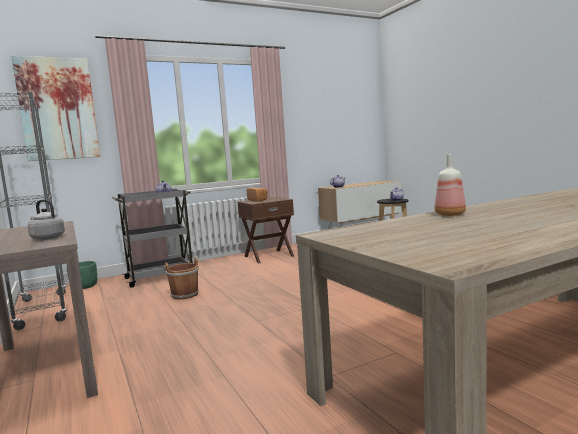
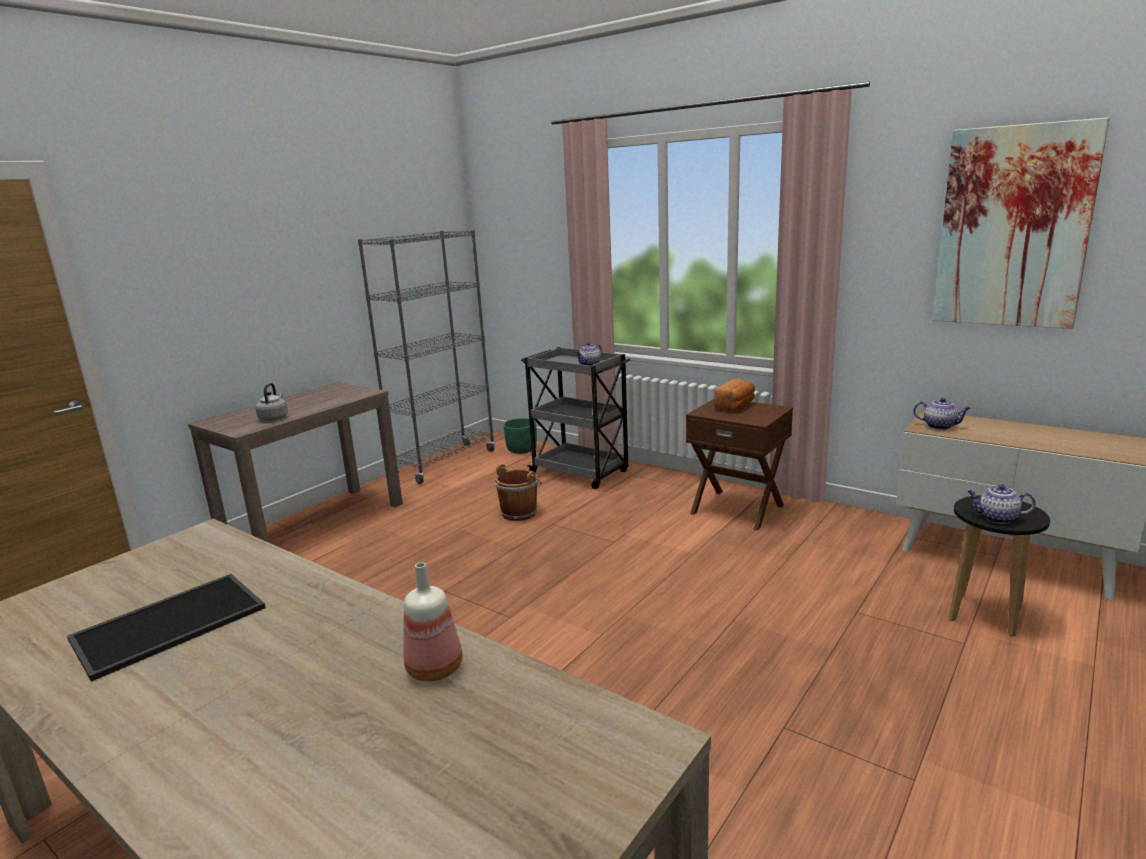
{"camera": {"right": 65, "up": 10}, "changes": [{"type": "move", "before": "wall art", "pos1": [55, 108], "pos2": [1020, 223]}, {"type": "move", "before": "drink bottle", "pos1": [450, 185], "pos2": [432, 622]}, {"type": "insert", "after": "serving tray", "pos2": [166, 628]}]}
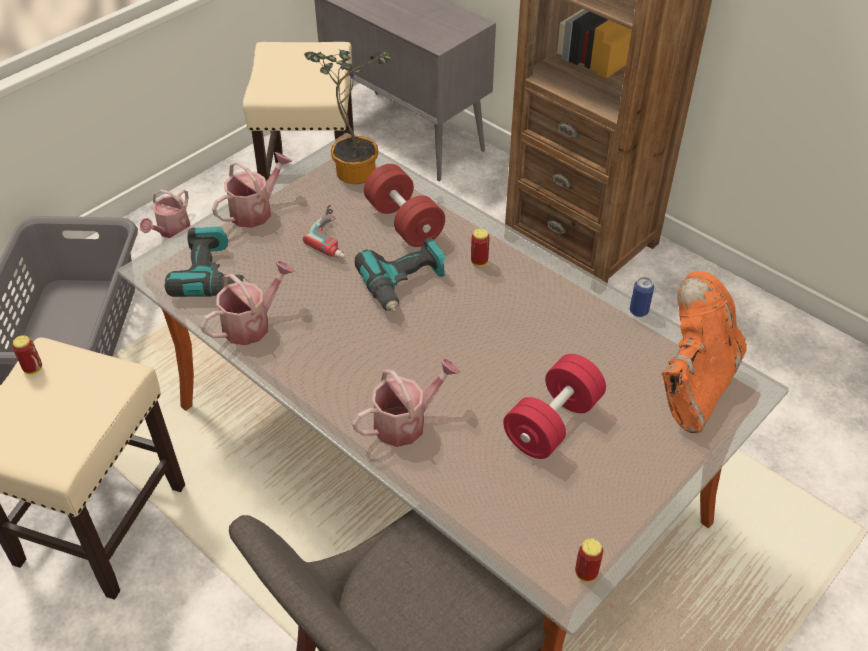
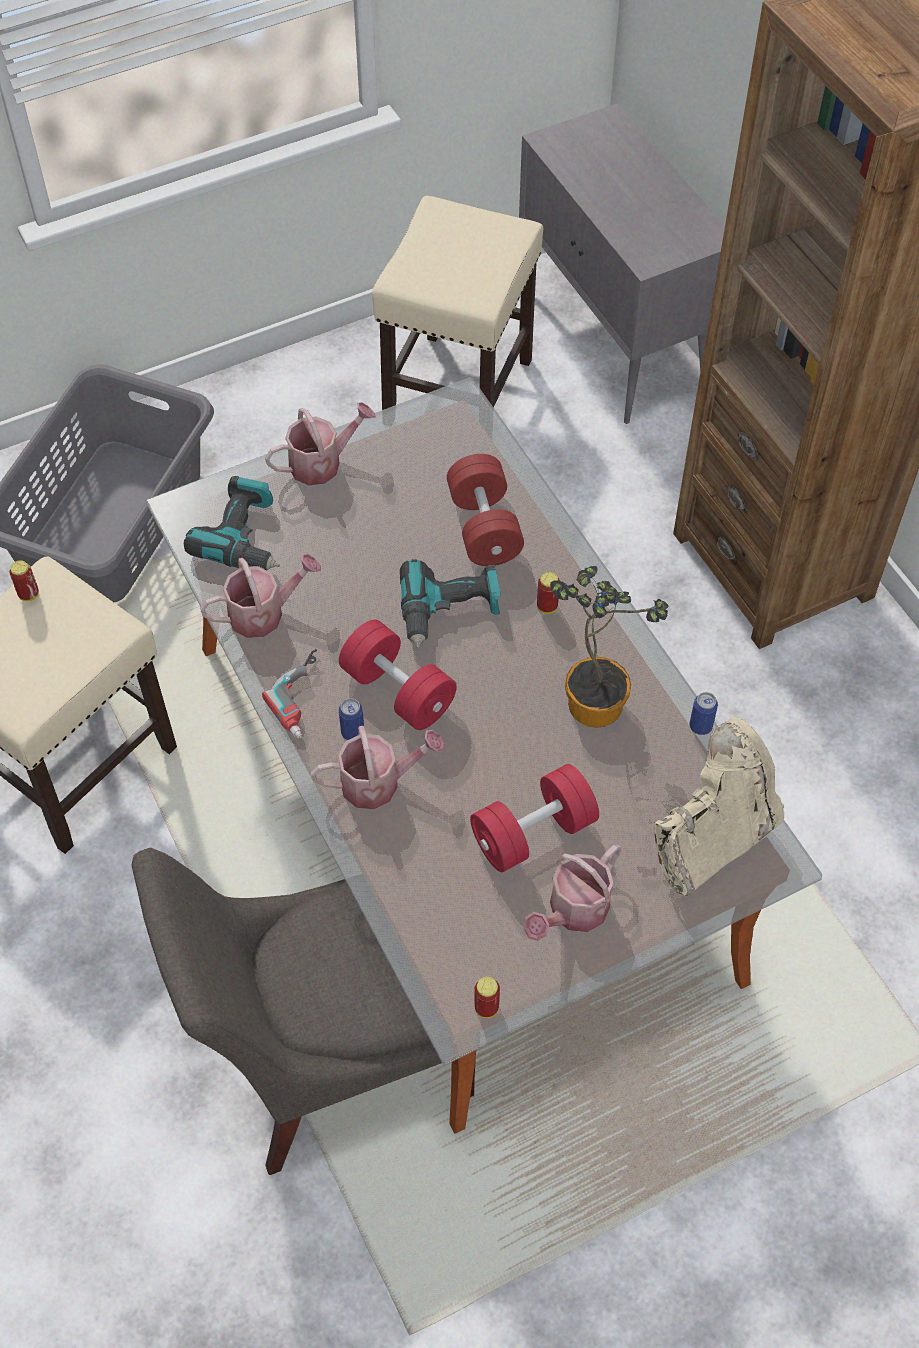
{"camera": {"right": 20, "up": 10}, "changes": [{"type": "move", "before": "sprinkling can", "pos1": [165, 213], "pos2": [572, 893]}, {"type": "move", "before": "power drill", "pos1": [324, 232], "pos2": [289, 694]}, {"type": "move", "before": "potted plant", "pos1": [348, 117], "pos2": [609, 647]}, {"type": "recolor", "before": "orange-coloured tall boot", "after": "beige-coloured tall boot", "pos1": [704, 352], "pos2": [718, 807]}, {"type": "insert", "after": "red hand weight", "pos2": [398, 674]}, {"type": "insert", "after": "sealed can", "pos2": [351, 719]}]}
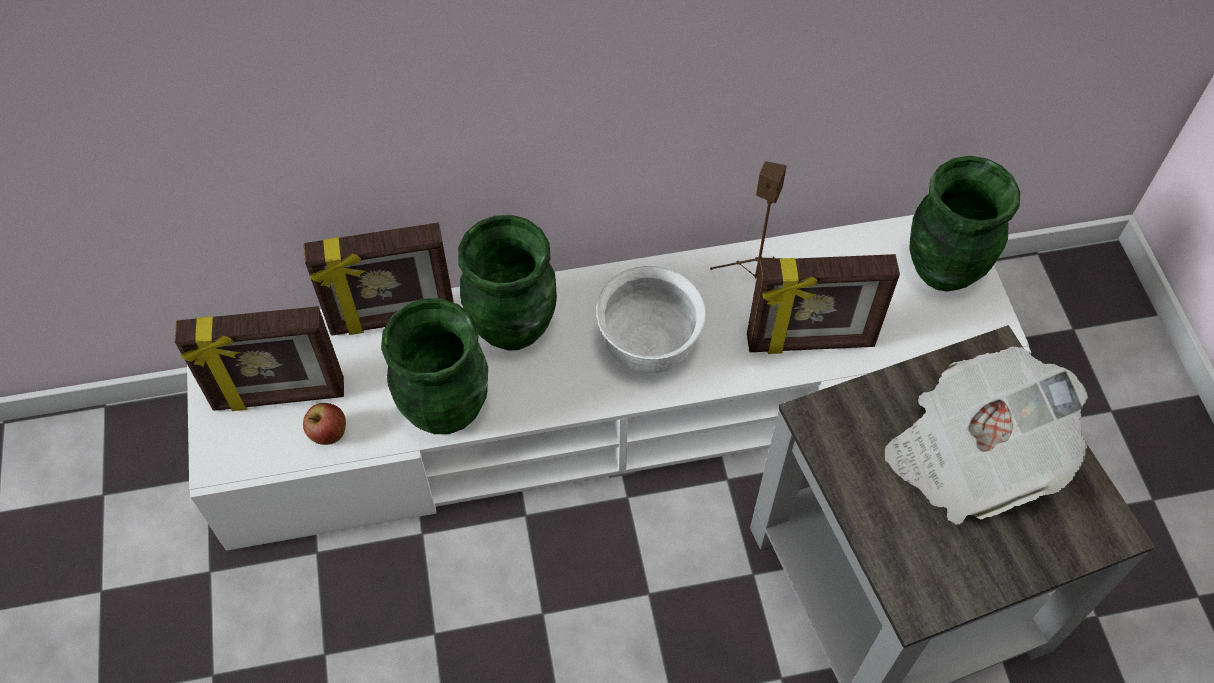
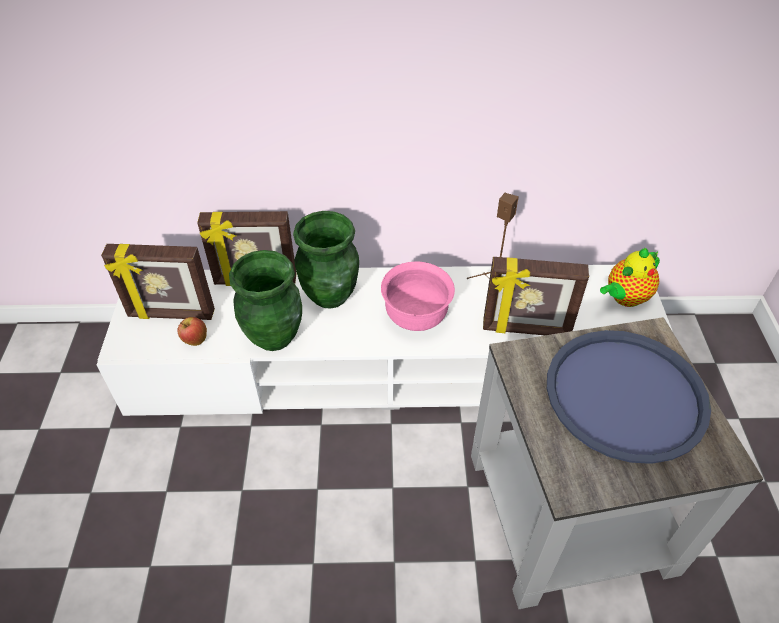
{"camera": {"right": 10, "up": -10}, "changes": [{"type": "recolor", "before": "white-coloured serving bowl", "after": "pink serving bowl", "pos1": [651, 319], "pos2": [418, 296]}, {"type": "replace", "before": "printed paper", "after": "blue-coloured serving tray", "pos1": [986, 436], "pos2": [629, 397]}, {"type": "replace", "before": "greenish vase", "after": "pot for tea", "pos1": [964, 224], "pos2": [630, 277]}]}
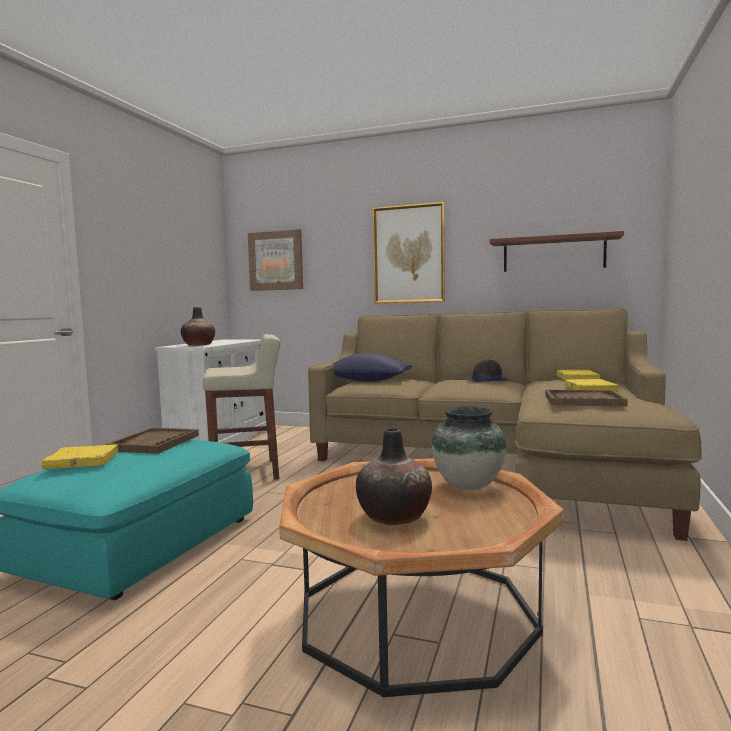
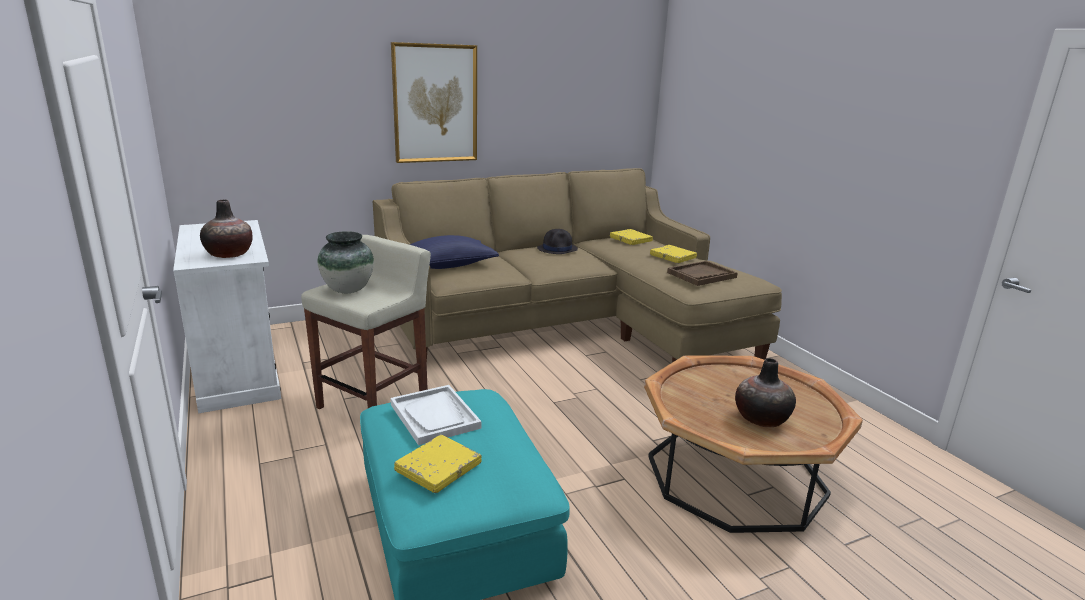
{"camera": {"right": -45, "up": 15}, "changes": [{"type": "recolor", "before": "brown-coloured serving tray", "after": "white-coloured serving tray", "pos1": [153, 441], "pos2": [435, 415]}, {"type": "delete", "before": "wall art", "pos1": [275, 260]}, {"type": "move", "before": "vase", "pos1": [469, 448], "pos2": [346, 262]}, {"type": "delete", "before": "bracket shelf", "pos1": [557, 251]}]}
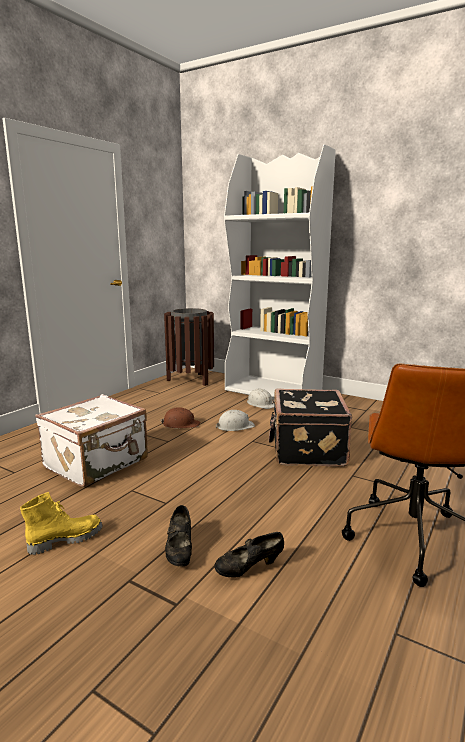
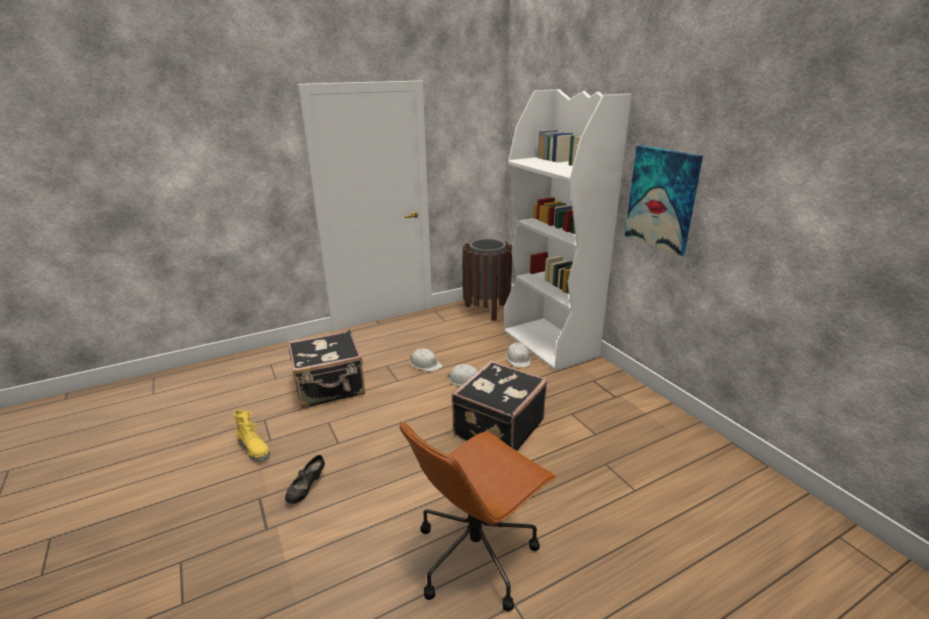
{"camera": {"right": 30, "up": 10}, "changes": [{"type": "rotate", "before": "yellowish tall boot", "pos1": [61, 523], "pos2": [252, 436], "turn": 45}, {"type": "recolor", "before": "white-coloured suitcase", "after": "black-coloured suitcase", "pos1": [91, 440], "pos2": [326, 369]}, {"type": "recolor", "before": "brown-coloured hard hat", "after": "white-coloured hard hat", "pos1": [180, 417], "pos2": [426, 360]}, {"type": "delete", "before": "black-coloured shoe", "pos1": [249, 555]}, {"type": "insert", "after": "wall art", "pos2": [664, 200]}]}
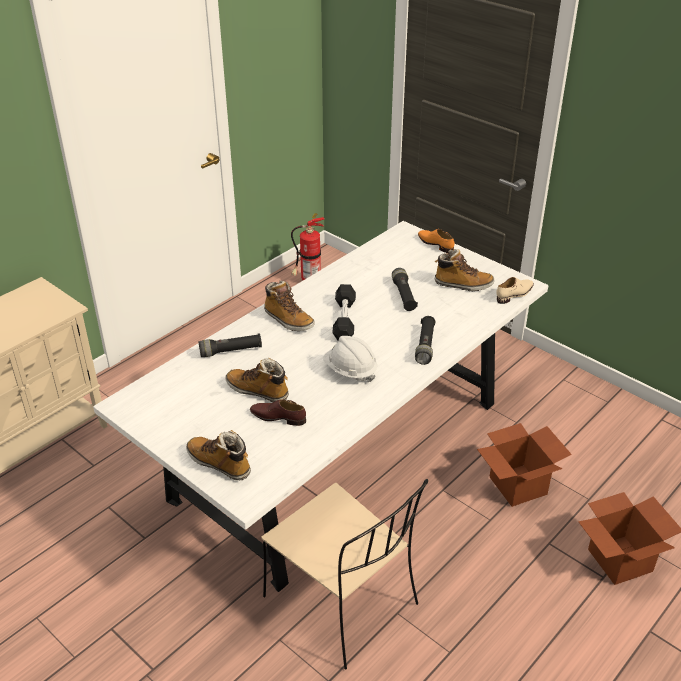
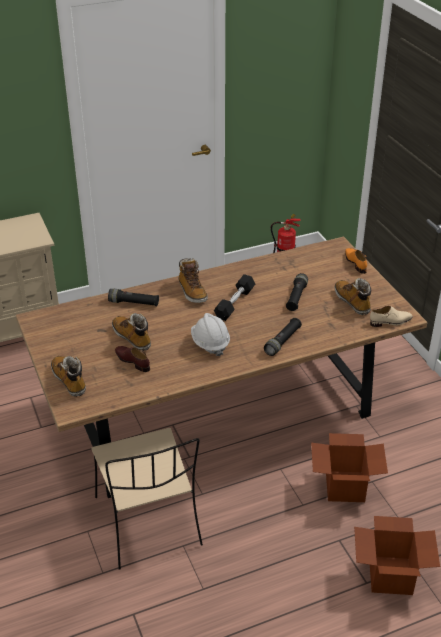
{"camera": {"right": 25, "up": 0}, "changes": [{"type": "recolor", "before": "white-coloured kitchen table", "after": "brown-coloured kitchen table", "pos1": [320, 406], "pos2": [221, 367]}, {"type": "rotate", "before": "tall boot", "pos1": [464, 270], "pos2": [353, 296], "turn": -150}]}
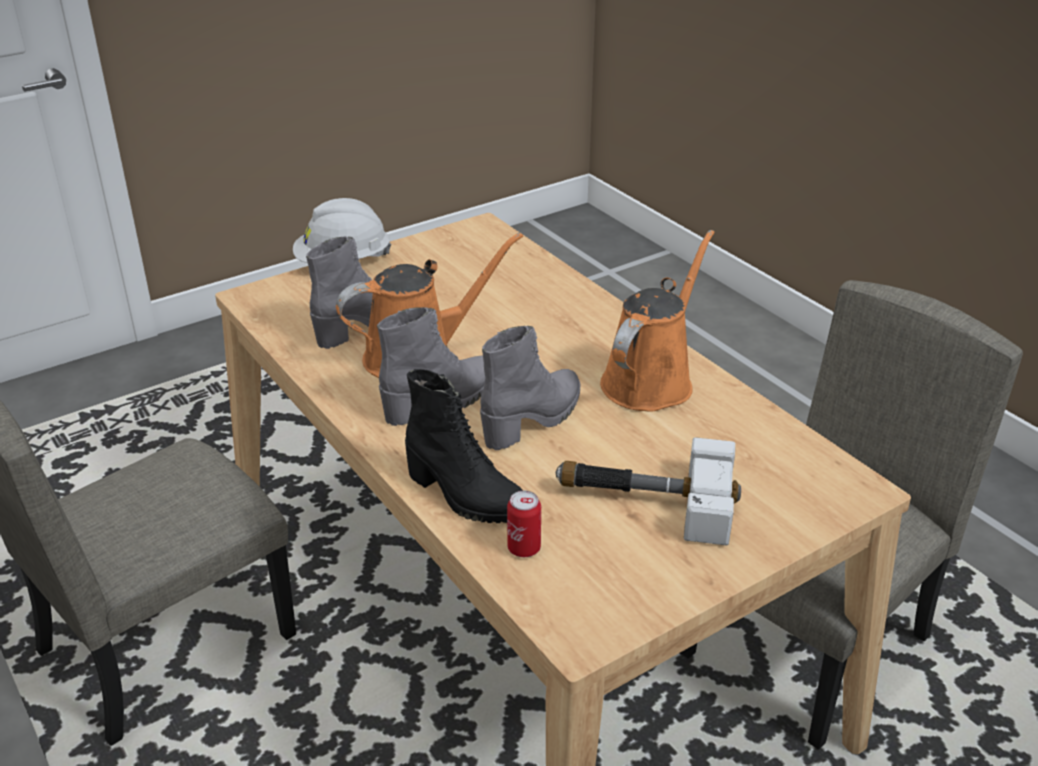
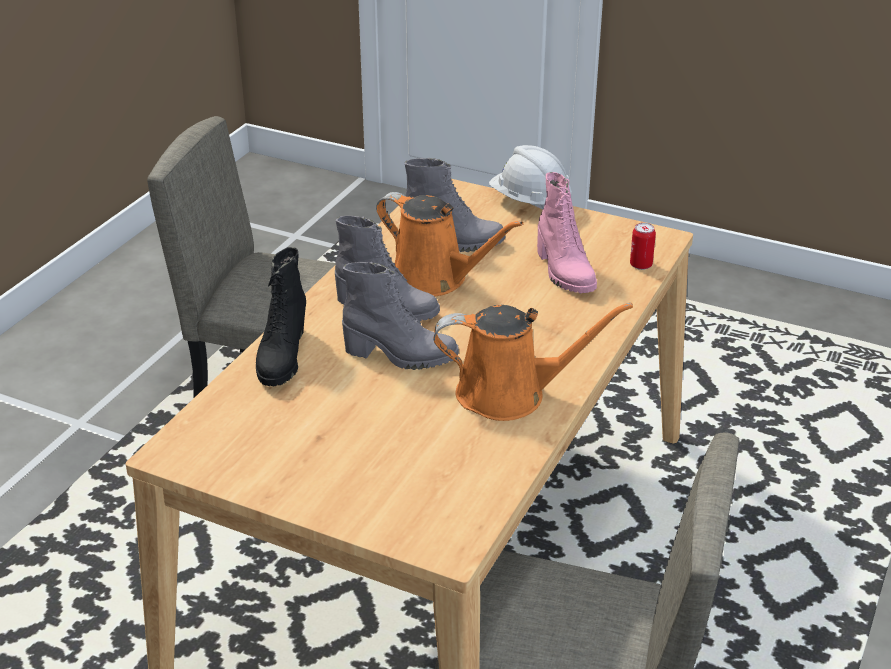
{"camera": {"right": 60, "up": 0}, "changes": [{"type": "move", "before": "sealed can", "pos1": [524, 524], "pos2": [643, 246]}, {"type": "delete", "before": "hammer", "pos1": [648, 491]}, {"type": "insert", "after": "pink tall boot", "pos2": [567, 232]}]}
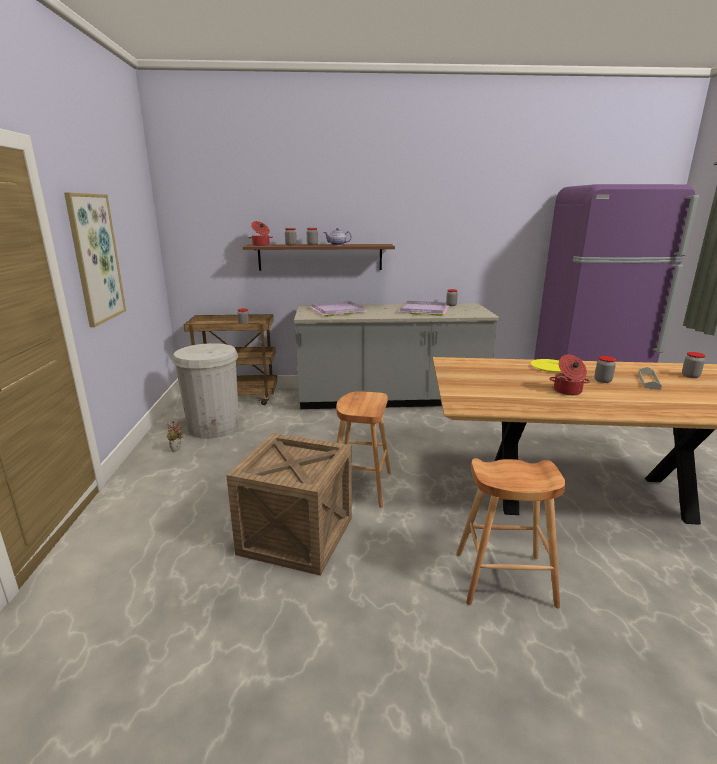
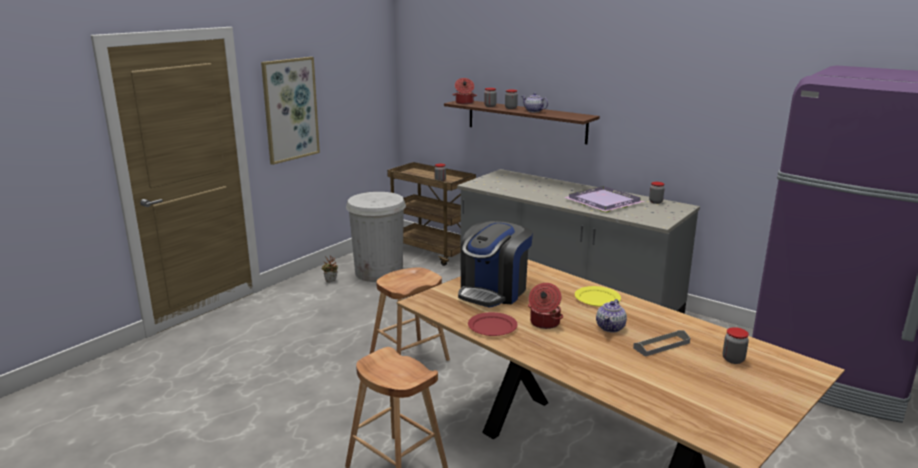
{"camera": {"right": 40, "up": 0}, "changes": [{"type": "delete", "before": "crate", "pos1": [289, 504]}, {"type": "delete", "before": "purple-coloured serving tray", "pos1": [338, 309]}, {"type": "replace", "before": "jar", "after": "pot for tea", "pos1": [605, 369], "pos2": [611, 315]}, {"type": "insert", "after": "coffee brewer", "pos2": [495, 264]}, {"type": "insert", "after": "red flat dish", "pos2": [493, 324]}]}
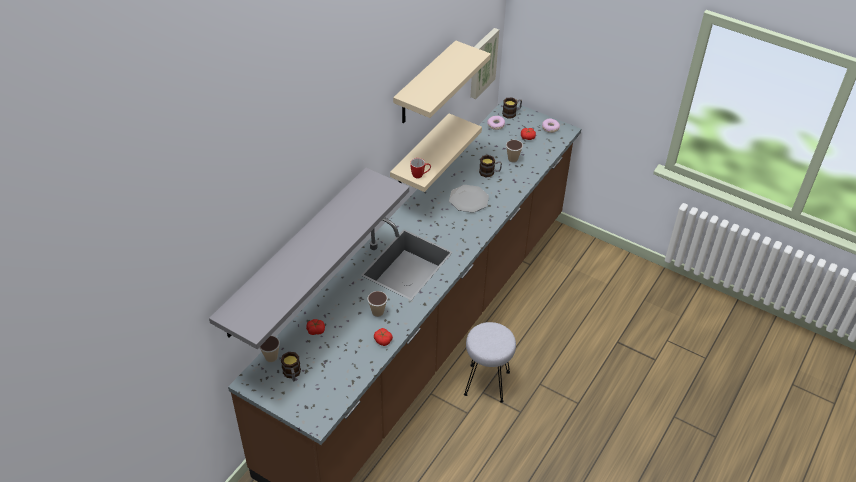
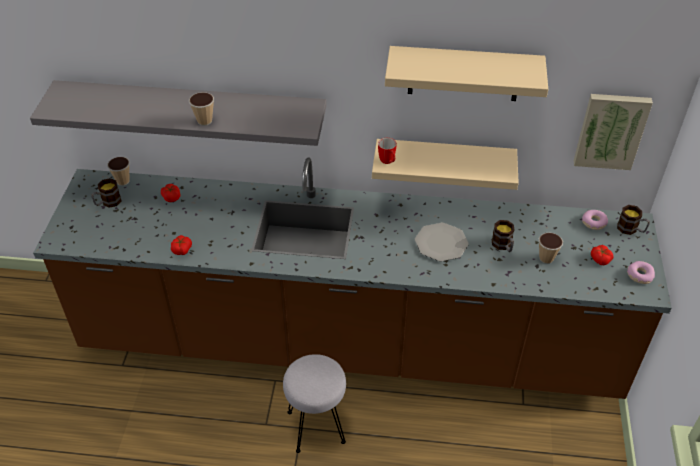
{"camera": {"right": 65, "up": 0}, "changes": [{"type": "move", "before": "drinking cup", "pos1": [377, 304], "pos2": [201, 109]}]}
